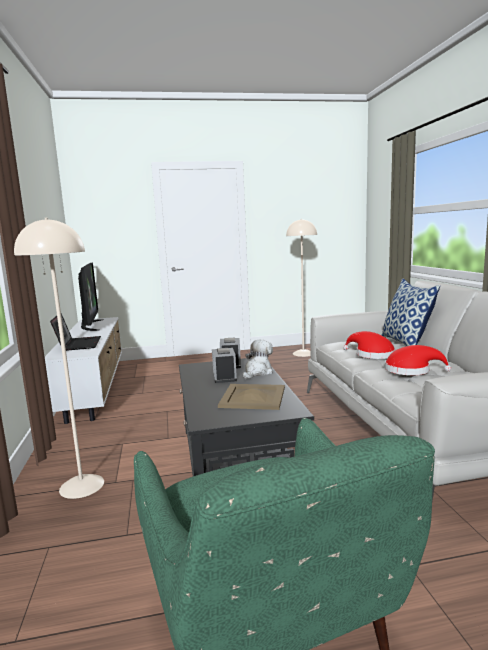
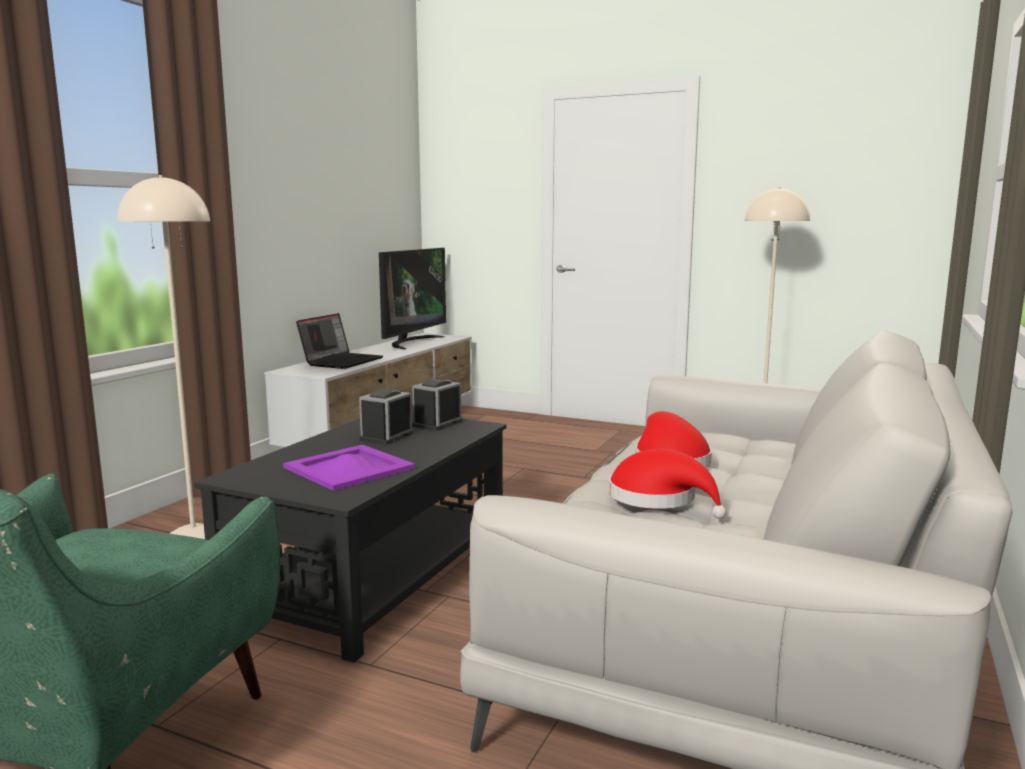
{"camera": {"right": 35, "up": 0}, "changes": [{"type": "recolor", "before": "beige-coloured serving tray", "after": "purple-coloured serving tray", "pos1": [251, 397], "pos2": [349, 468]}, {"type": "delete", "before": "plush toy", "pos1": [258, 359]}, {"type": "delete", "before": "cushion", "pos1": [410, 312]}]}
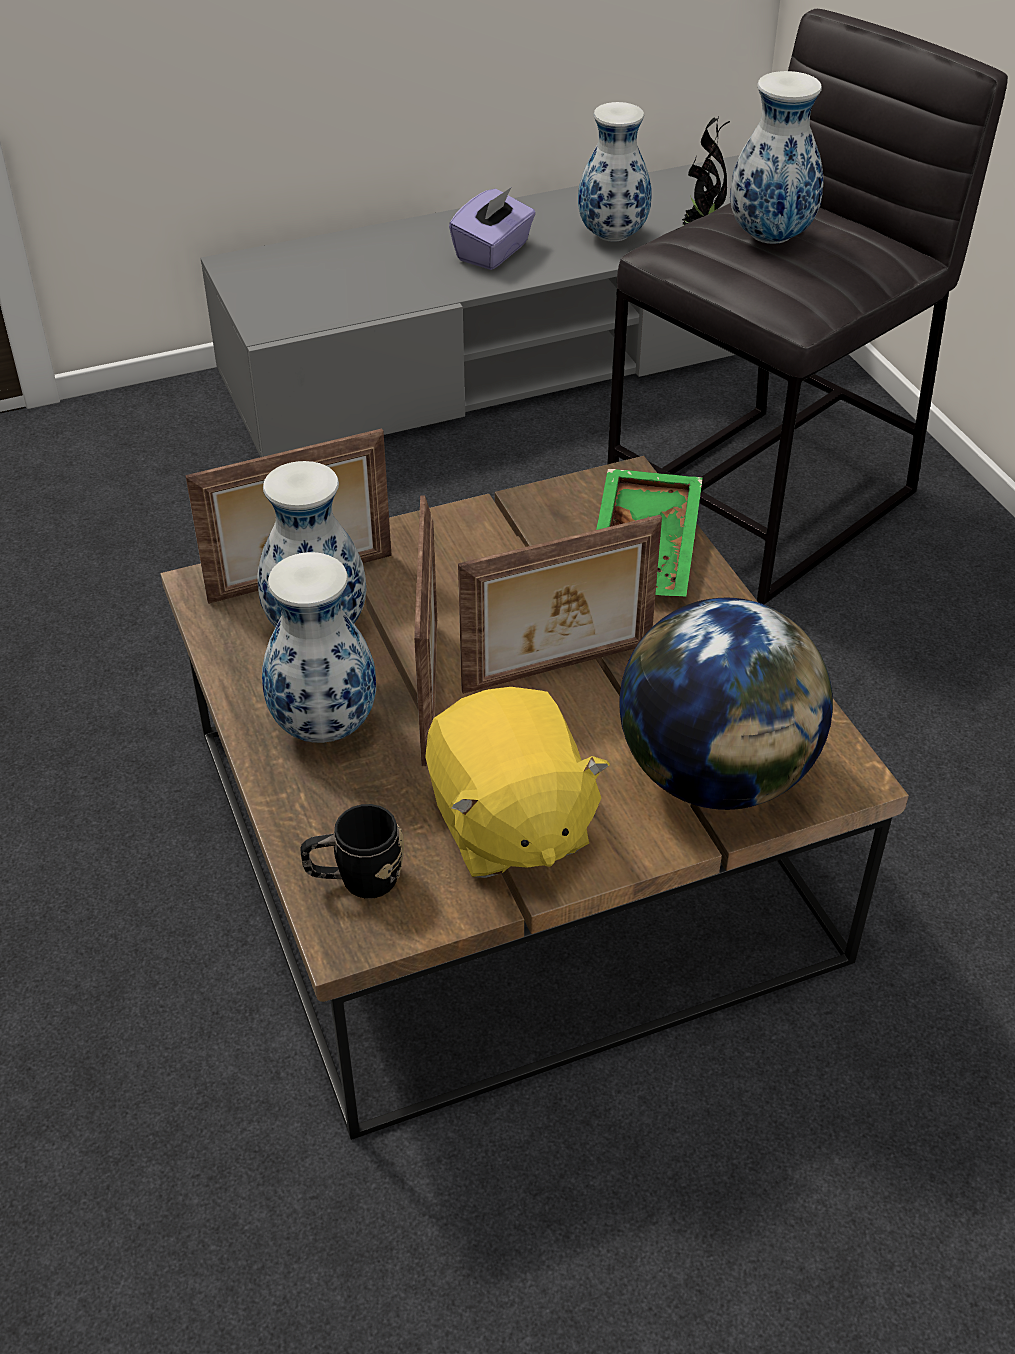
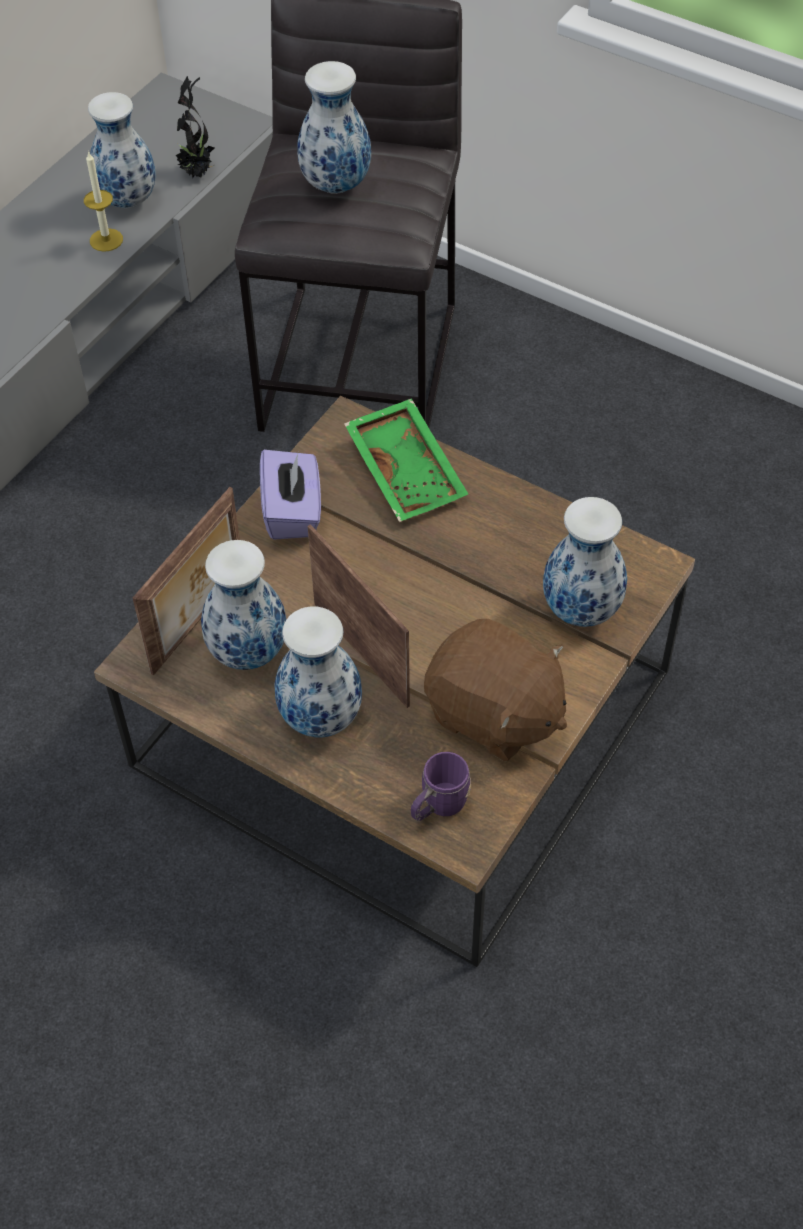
{"camera": {"right": -35, "up": 10}, "changes": [{"type": "recolor", "before": "black-coloured mug", "after": "purple-coloured mug", "pos1": [352, 851], "pos2": [441, 786]}, {"type": "recolor", "before": "yellowish plush toy", "after": "brown-coloured plush toy", "pos1": [517, 782], "pos2": [495, 690]}, {"type": "move", "before": "purple-coloured box of tissues", "pos1": [492, 229], "pos2": [290, 495]}, {"type": "delete", "before": "picture frame", "pos1": [560, 604]}, {"type": "replace", "before": "globe", "after": "vase", "pos1": [726, 704], "pos2": [585, 562]}, {"type": "insert", "after": "wax candle", "pos2": [103, 201]}]}
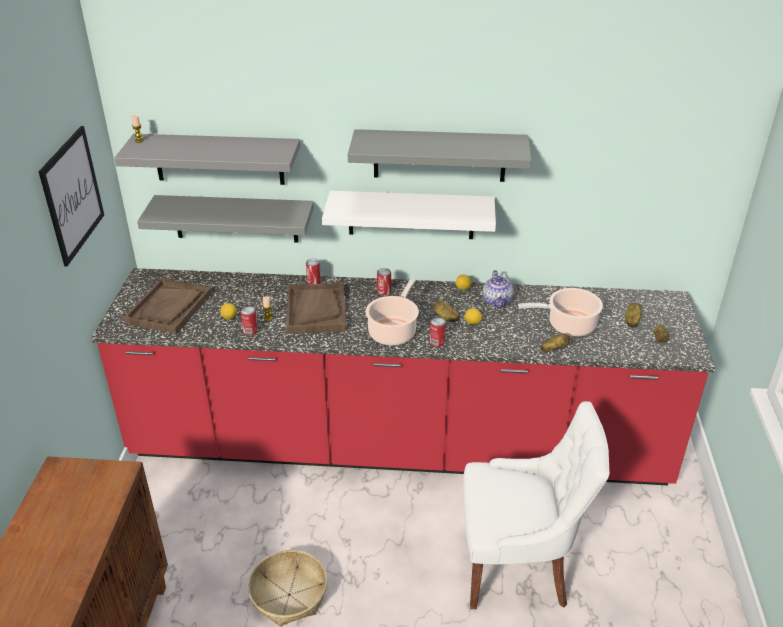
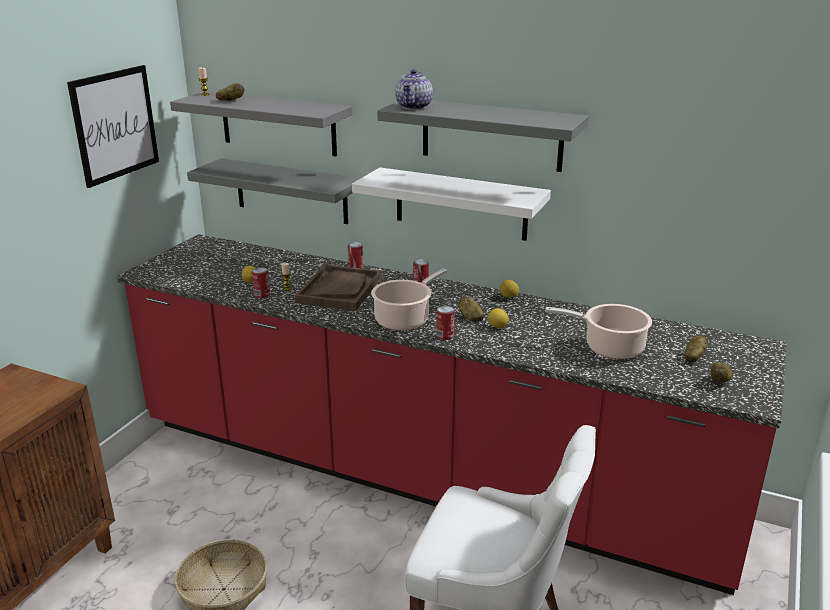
{"camera": {"right": 20, "up": -10}, "changes": [{"type": "delete", "before": "brown-coloured serving tray", "pos1": [167, 306]}, {"type": "move", "before": "pot for tea", "pos1": [498, 289], "pos2": [414, 89]}, {"type": "move", "before": "potato", "pos1": [555, 342], "pos2": [230, 92]}]}
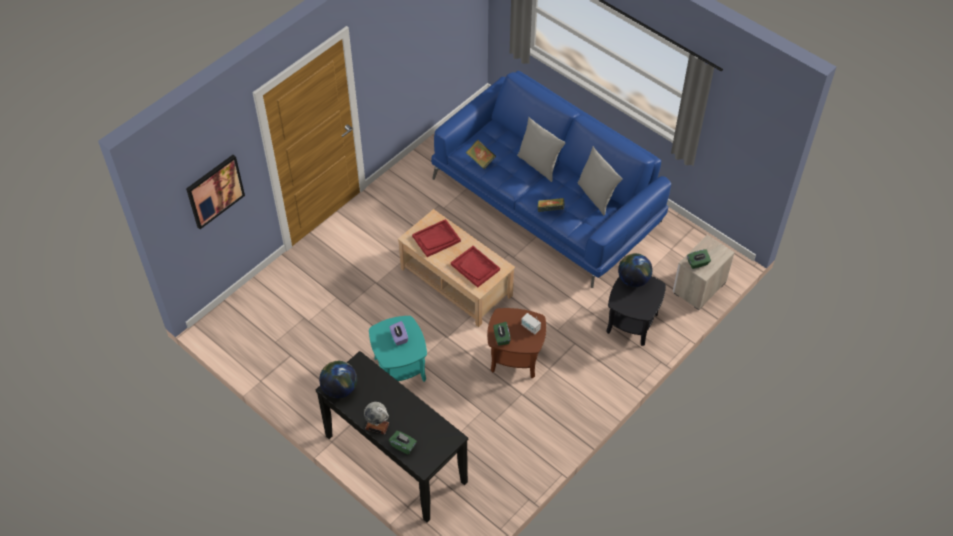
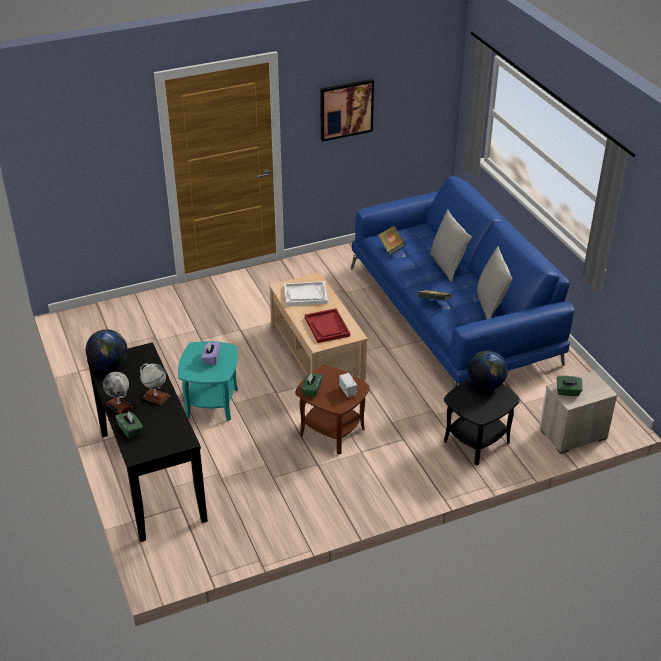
{"camera": {"right": 25, "up": -15}, "changes": [{"type": "move", "before": "wall art", "pos1": [215, 192], "pos2": [347, 110]}, {"type": "recolor", "before": "red serving tray", "after": "white-coloured serving tray", "pos1": [436, 238], "pos2": [306, 293]}, {"type": "insert", "after": "globe", "pos2": [155, 384]}]}
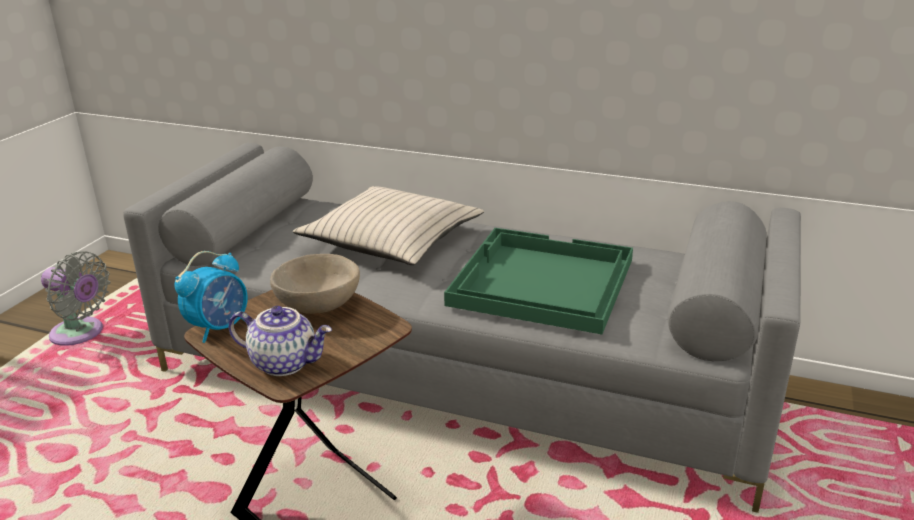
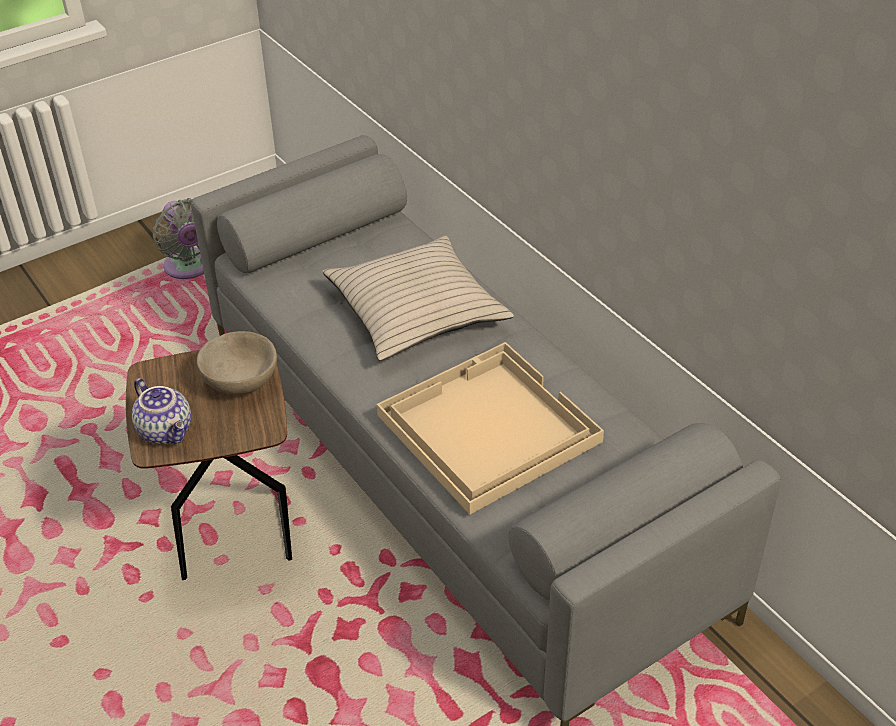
{"camera": {"right": 35, "up": 15}, "changes": [{"type": "delete", "before": "bedside clock", "pos1": [210, 297]}, {"type": "recolor", "before": "greenish serving tray", "after": "beige-coloured serving tray", "pos1": [538, 281], "pos2": [490, 428]}]}
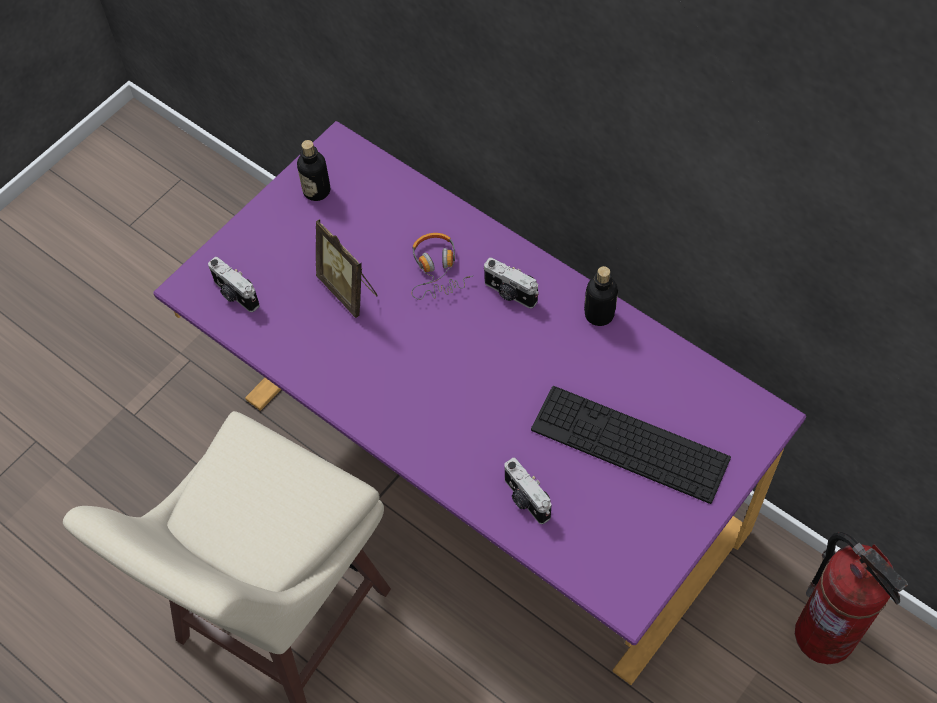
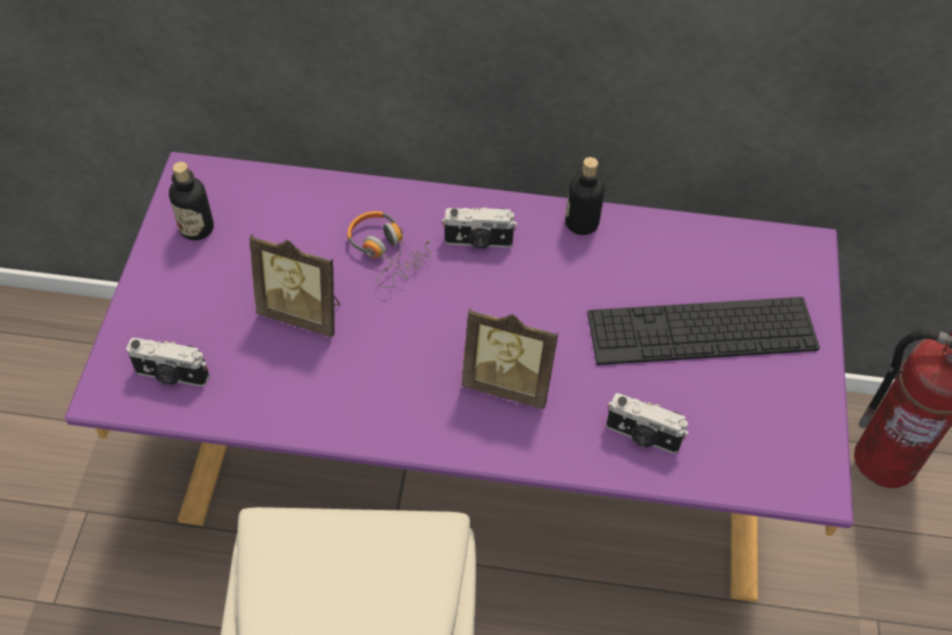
{"camera": {"right": -35, "up": -5}, "changes": [{"type": "insert", "after": "picture frame", "pos2": [510, 358]}]}
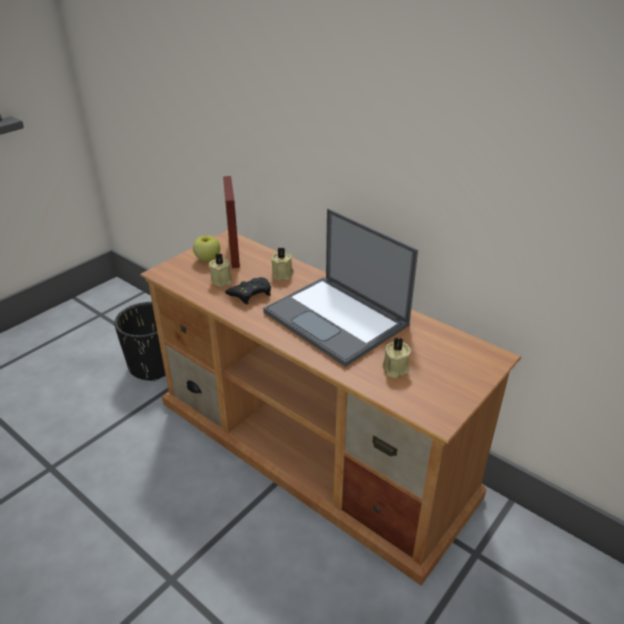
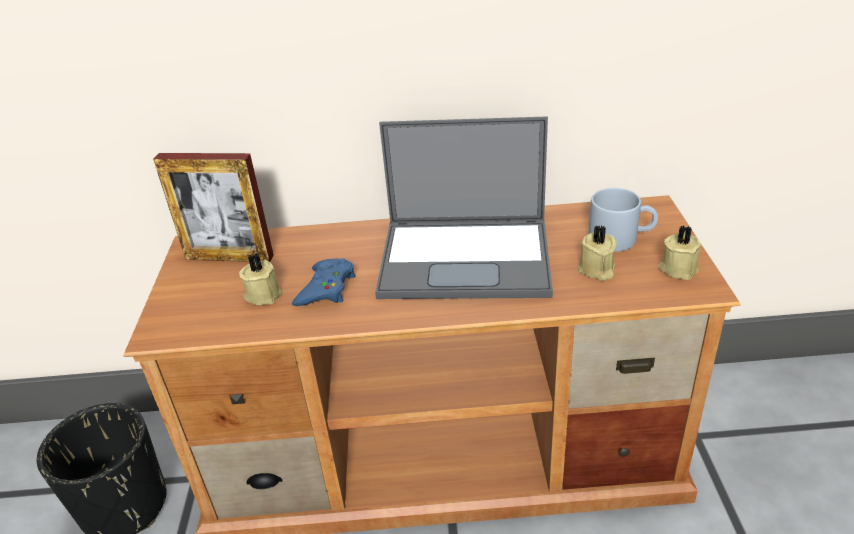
{"camera": {"right": -40, "up": 0}, "changes": [{"type": "delete", "before": "apple", "pos1": [206, 248]}, {"type": "rotate", "before": "picture frame", "pos1": [231, 222], "pos2": [213, 207], "turn": 150}, {"type": "recolor", "before": "black-coloured game controller", "after": "blue-coloured game controller", "pos1": [248, 290], "pos2": [323, 282]}, {"type": "move", "before": "beige-coloured wax candle", "pos1": [282, 263], "pos2": [680, 252]}, {"type": "insert", "after": "grey mug", "pos2": [623, 220]}]}
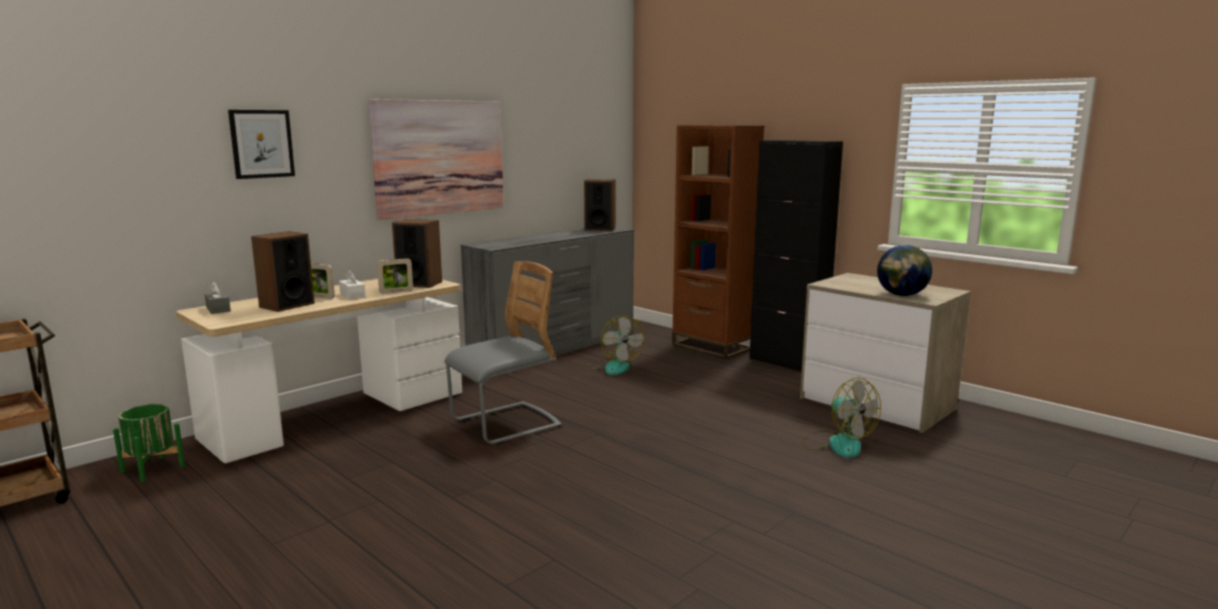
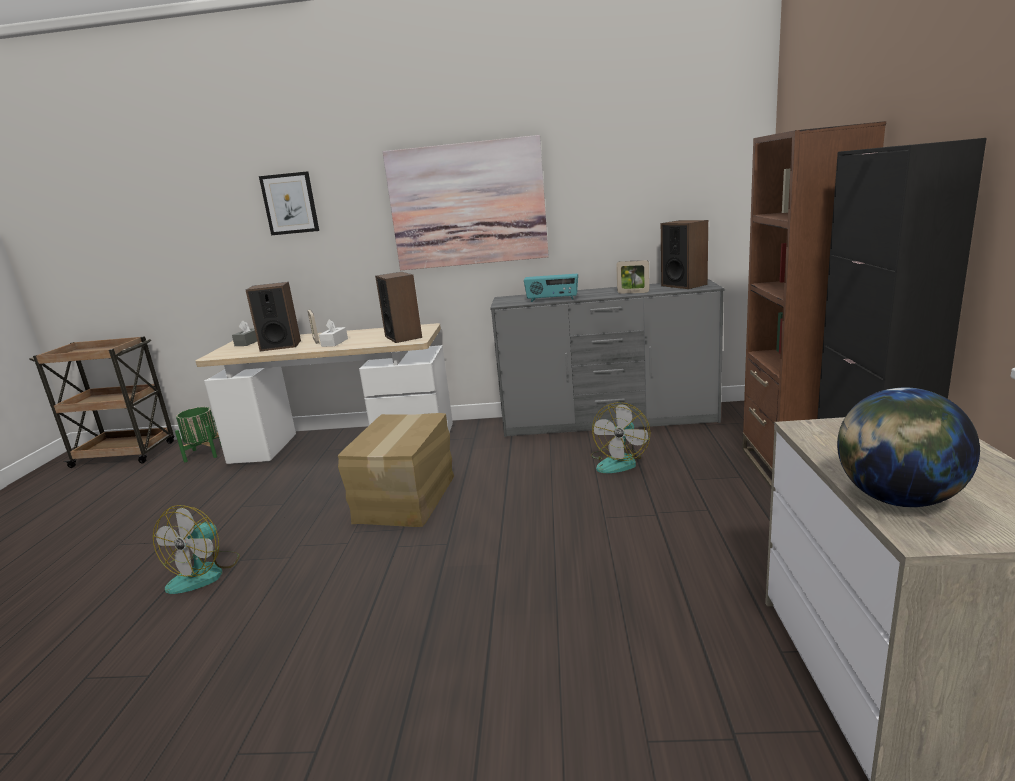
{"camera": {"right": 50, "up": 5}, "changes": [{"type": "move", "before": "picture frame", "pos1": [395, 276], "pos2": [633, 276]}, {"type": "replace", "before": "grey upright chair", "after": "packing box", "pos1": [503, 353], "pos2": [396, 470]}, {"type": "move", "before": "fan", "pos1": [841, 417], "pos2": [196, 549]}, {"type": "insert", "after": "radio set", "pos2": [551, 288]}]}
